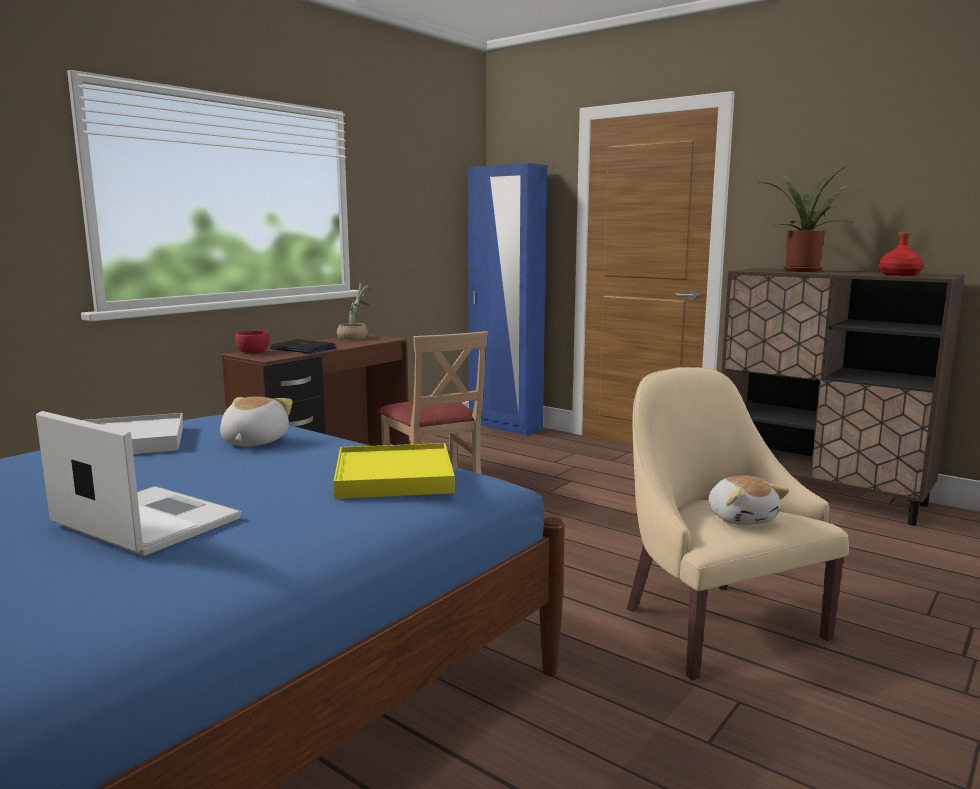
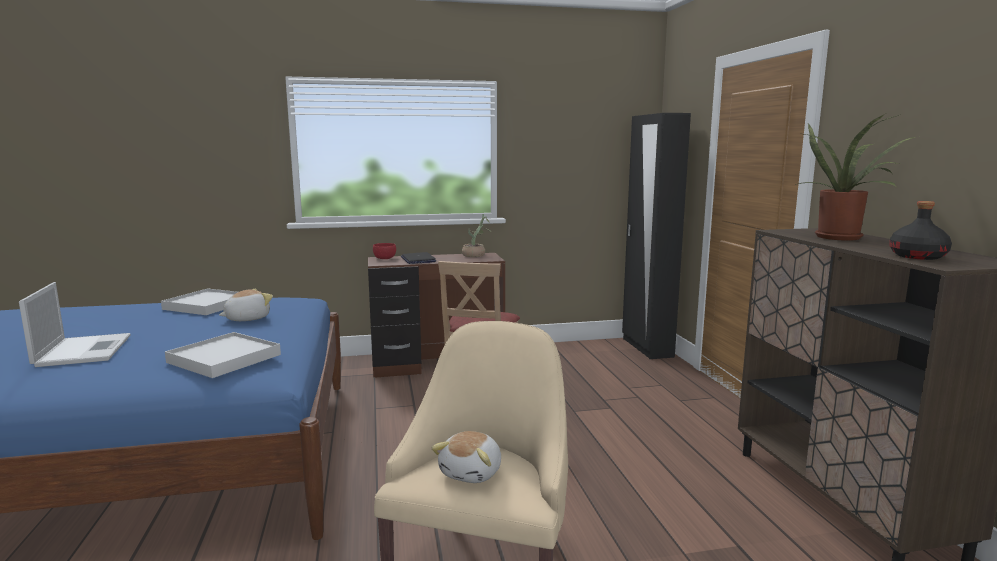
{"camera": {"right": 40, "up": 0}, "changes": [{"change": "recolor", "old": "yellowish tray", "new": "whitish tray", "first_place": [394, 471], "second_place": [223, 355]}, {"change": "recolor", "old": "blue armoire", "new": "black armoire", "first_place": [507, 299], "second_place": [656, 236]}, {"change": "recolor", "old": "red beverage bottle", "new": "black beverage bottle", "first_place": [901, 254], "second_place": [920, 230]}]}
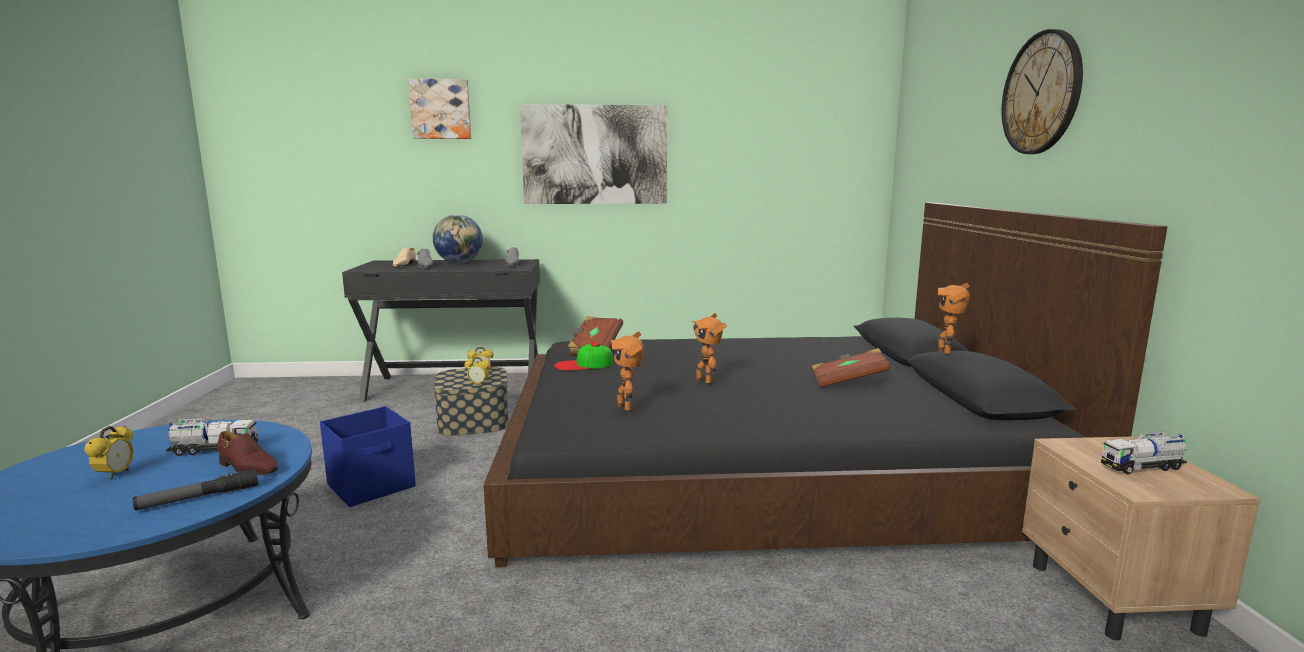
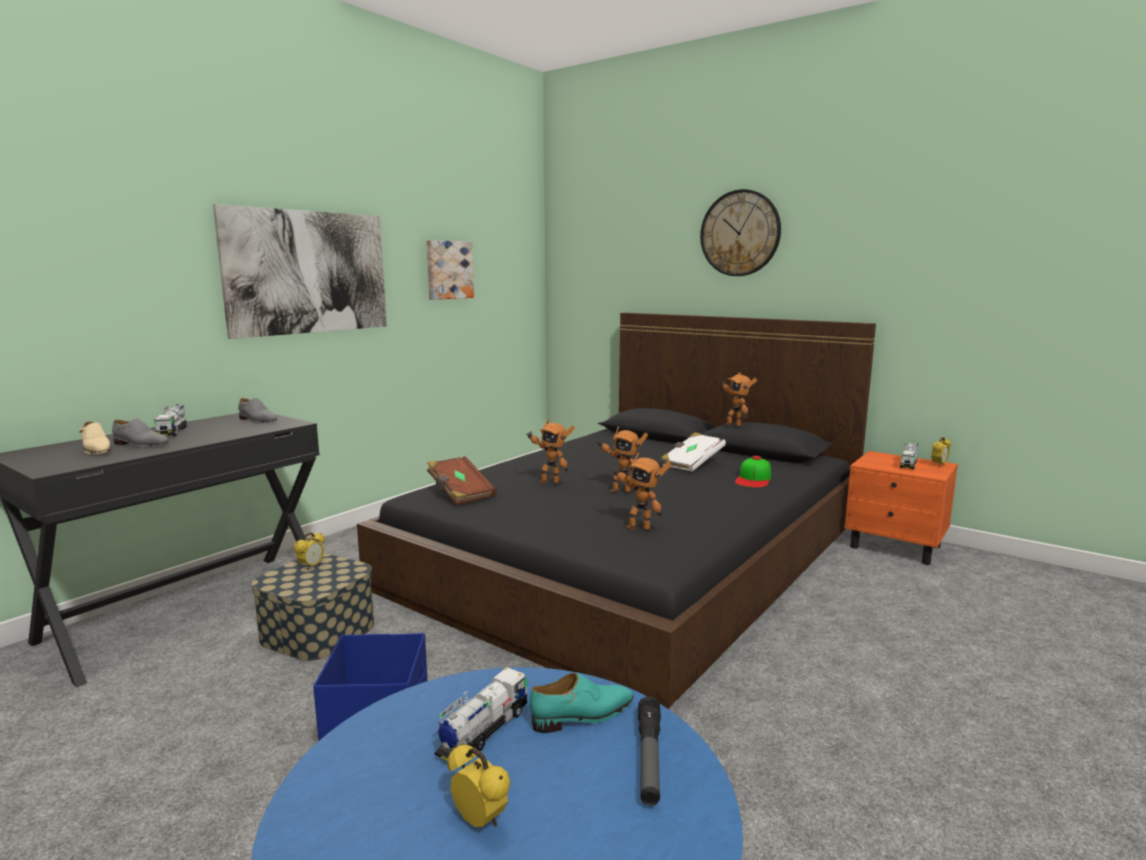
{"camera": {"right": -50, "up": 0}, "changes": [{"change": "recolor", "old": "brownish item of footwear", "new": "blue-green item of footwear", "first_place": [247, 453], "second_place": [582, 703]}, {"change": "move", "old": "wall picture", "first_place": [439, 109], "second_place": [450, 270]}, {"change": "replace", "old": "desk globe", "new": "model truck", "first_place": [458, 239], "second_place": [170, 420]}, {"change": "move", "old": "table clock", "first_place": [477, 371], "second_place": [941, 452]}, {"change": "move", "old": "peaked cap", "first_place": [583, 356], "second_place": [753, 472]}, {"change": "recolor", "old": "brownish bound book", "new": "whitish bound book", "first_place": [851, 367], "second_place": [693, 452]}, {"change": "recolor", "old": "beige nightstand", "new": "orange-coloured nightstand", "first_place": [1141, 538], "second_place": [901, 508]}, {"change": "insert", "new": "toy robot", "second_place": [550, 451]}]}
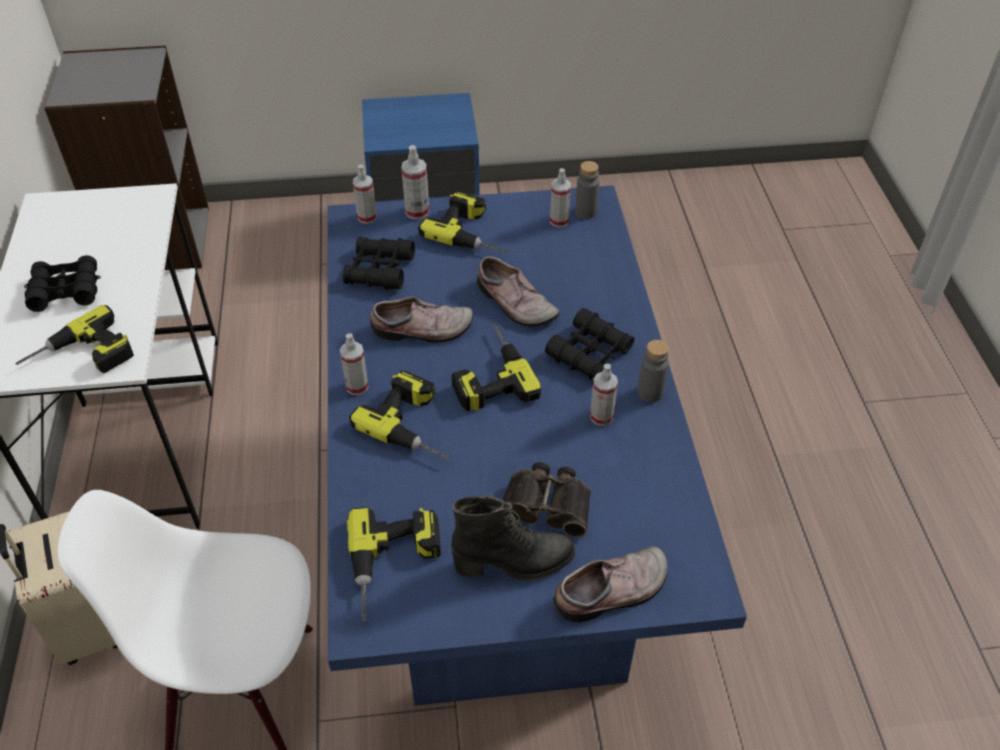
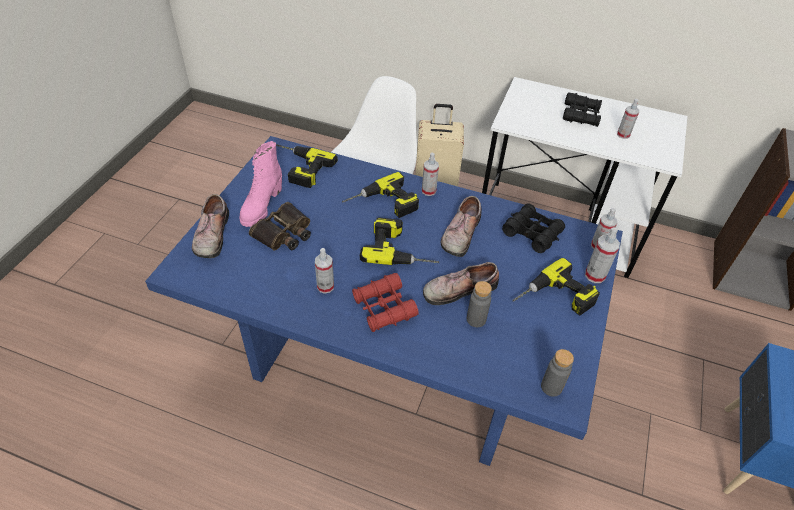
{"camera": {"right": 115, "up": 0}, "changes": [{"change": "delete", "old": "power drill", "first_place": [75, 339]}, {"change": "recolor", "old": "black tall boot", "new": "pinkish tall boot", "first_place": [513, 537], "second_place": [260, 184]}, {"change": "recolor", "old": "black binoculars", "new": "red binoculars", "first_place": [589, 344], "second_place": [385, 302]}, {"change": "move", "old": "spray bottle", "first_place": [560, 198], "second_place": [628, 119]}, {"change": "move", "old": "gray beverage bottle", "first_place": [653, 371], "second_place": [479, 304]}]}
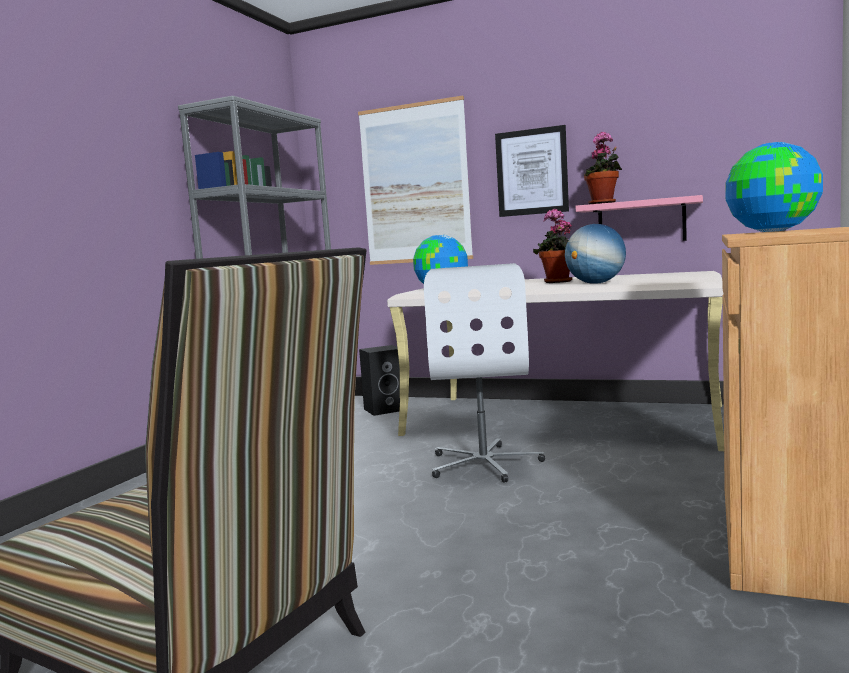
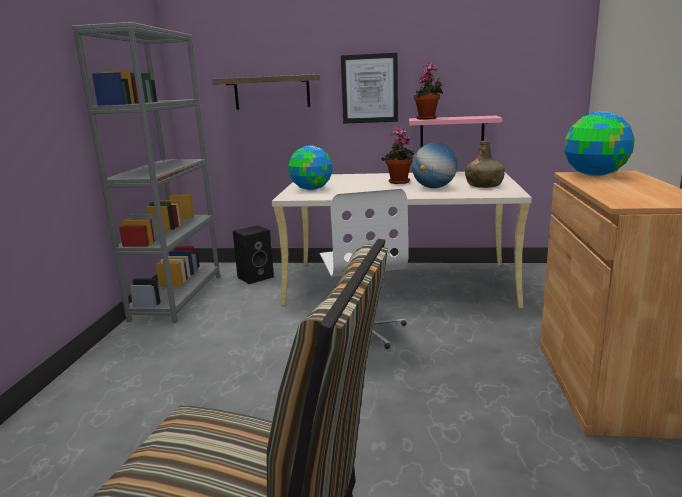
{"camera": {"right": -15, "up": 10}, "changes": [{"change": "replace", "old": "wall picture", "new": "wall shelf", "first_place": [415, 180], "second_place": [266, 92]}, {"change": "insert", "new": "green-coloured beverage bottle", "second_place": [485, 164]}]}
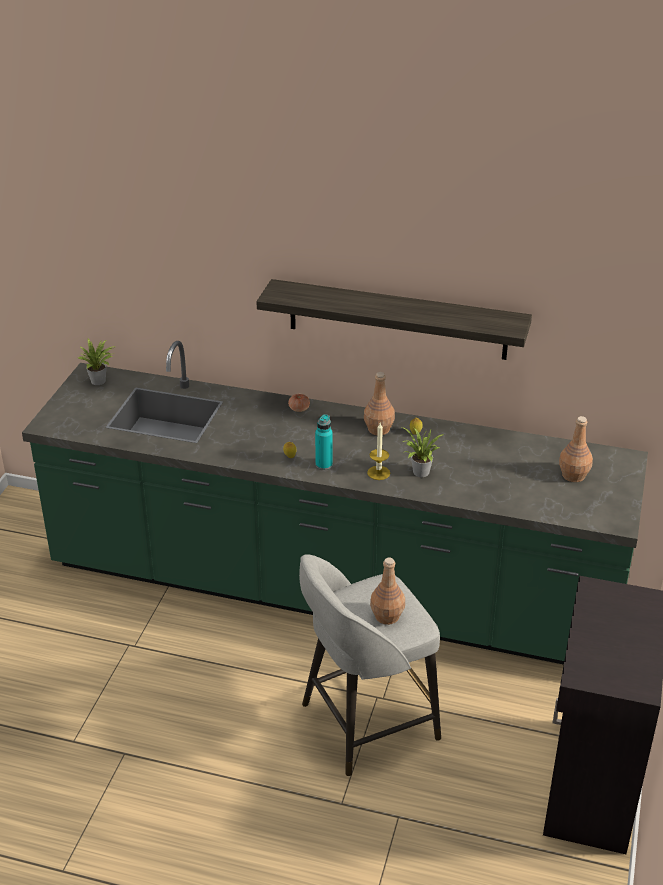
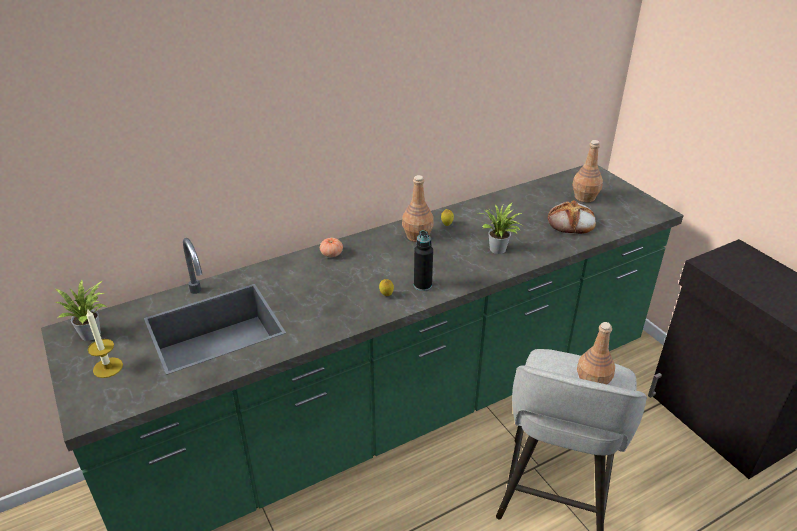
{"camera": {"right": -45, "up": 0}, "changes": [{"change": "delete", "old": "wall shelf", "first_place": [394, 319]}, {"change": "recolor", "old": "blue-green beverage bottle", "new": "black beverage bottle", "first_place": [324, 442], "second_place": [423, 260]}, {"change": "move", "old": "wax candle", "first_place": [378, 451], "second_place": [104, 343]}, {"change": "insert", "new": "baked bread", "second_place": [572, 217]}]}
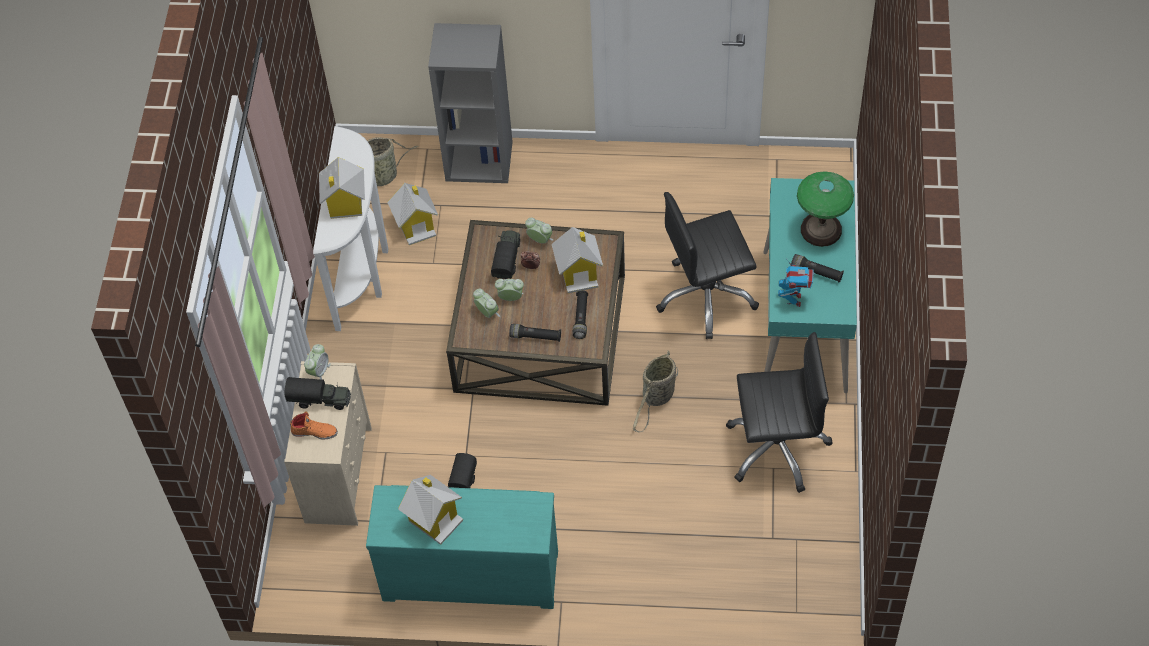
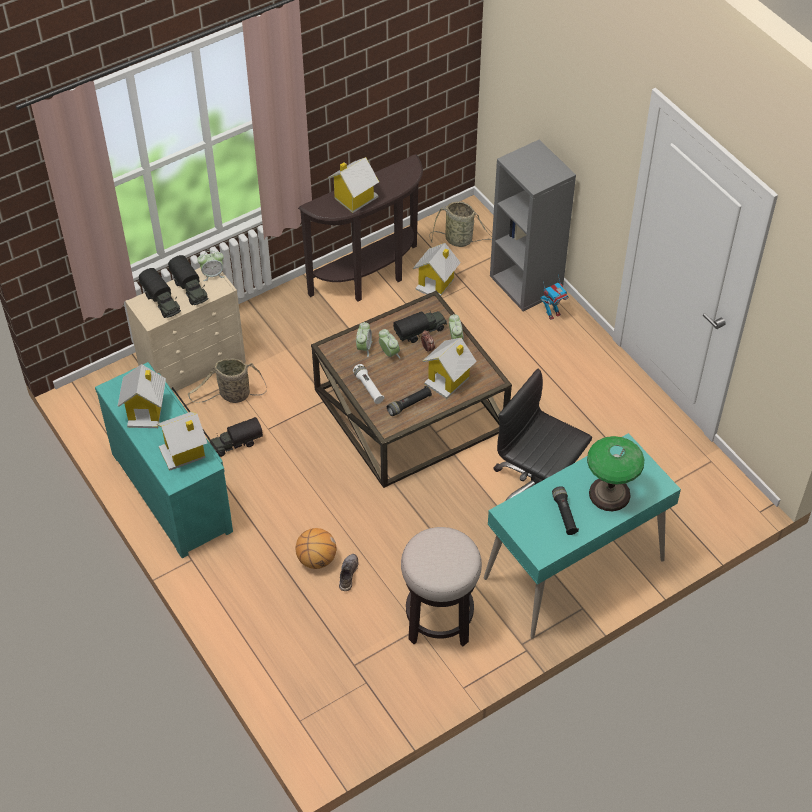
{"camera": {"right": 50, "up": -5}, "changes": [{"change": "replace", "old": "orange-coloured item of footwear", "new": "model truck", "first_place": [314, 425], "second_place": [160, 293]}, {"change": "recolor", "old": "whitish hall table", "new": "brownish hall table", "first_place": [350, 228], "second_place": [360, 227]}, {"change": "recolor", "old": "black torch", "new": "whitish torch", "first_place": [535, 333], "second_place": [369, 384]}, {"change": "move", "old": "household basket", "first_place": [655, 391], "second_place": [227, 380]}, {"change": "replace", "old": "black computer chair", "new": "sitting stool", "first_place": [779, 412], "second_place": [441, 586]}, {"change": "move", "old": "toy robot", "first_place": [796, 283], "second_place": [555, 297]}, {"change": "insert", "new": "toy house", "second_place": [182, 441]}, {"change": "insert", "new": "basketball", "second_place": [316, 548]}, {"change": "insert", "new": "gray item of footwear", "second_place": [348, 572]}]}
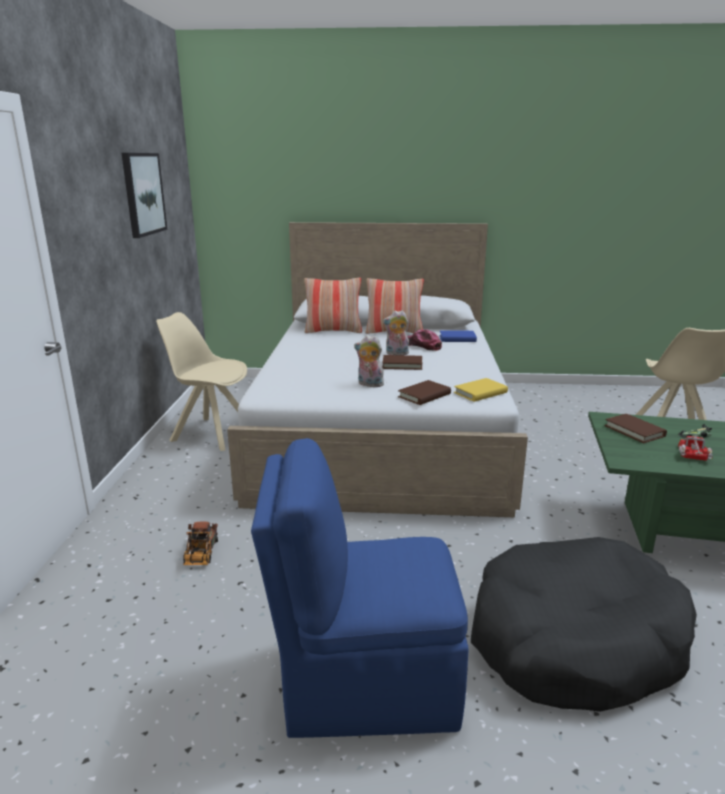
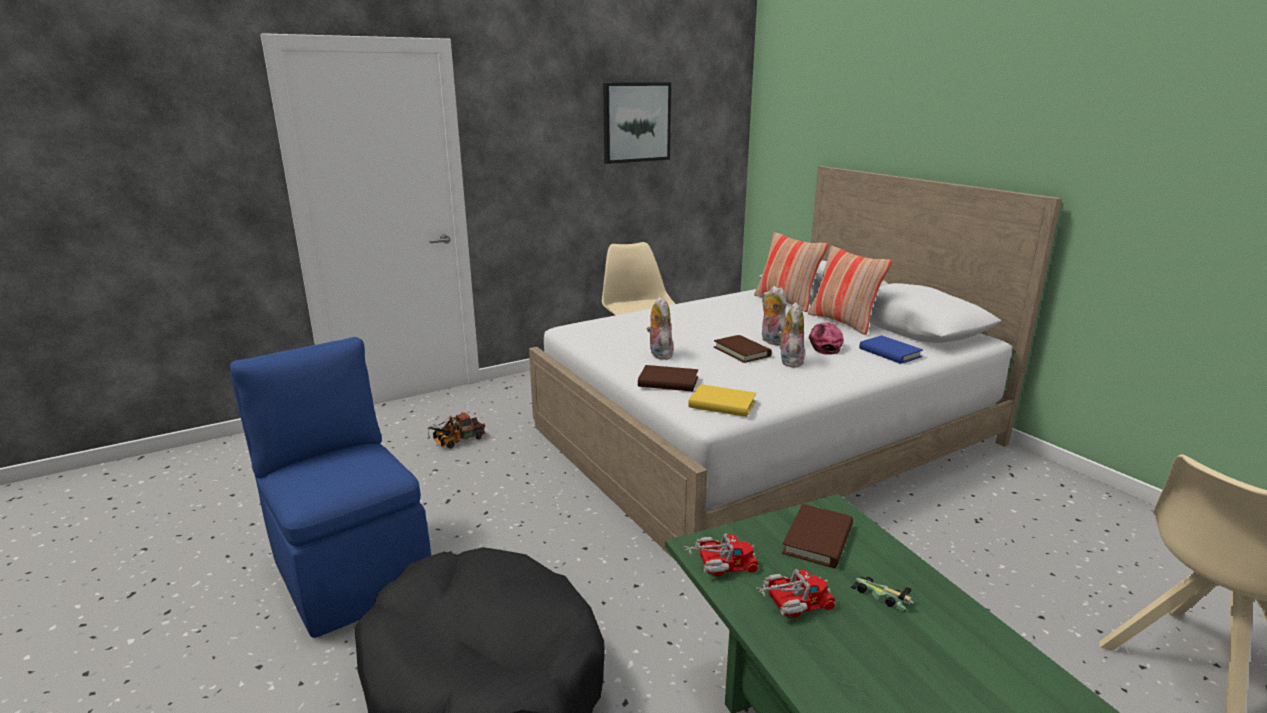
{"camera": {"right": 55, "up": 0}, "changes": [{"change": "insert", "new": "model truck", "second_place": [721, 554]}, {"change": "insert", "new": "plush toy", "second_place": [791, 335]}]}
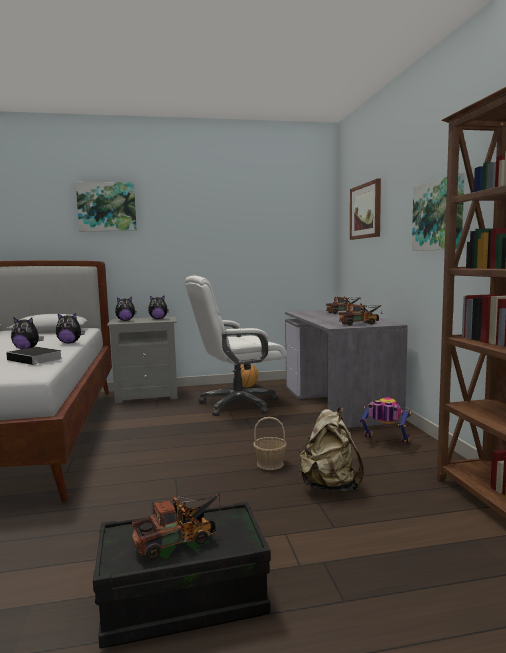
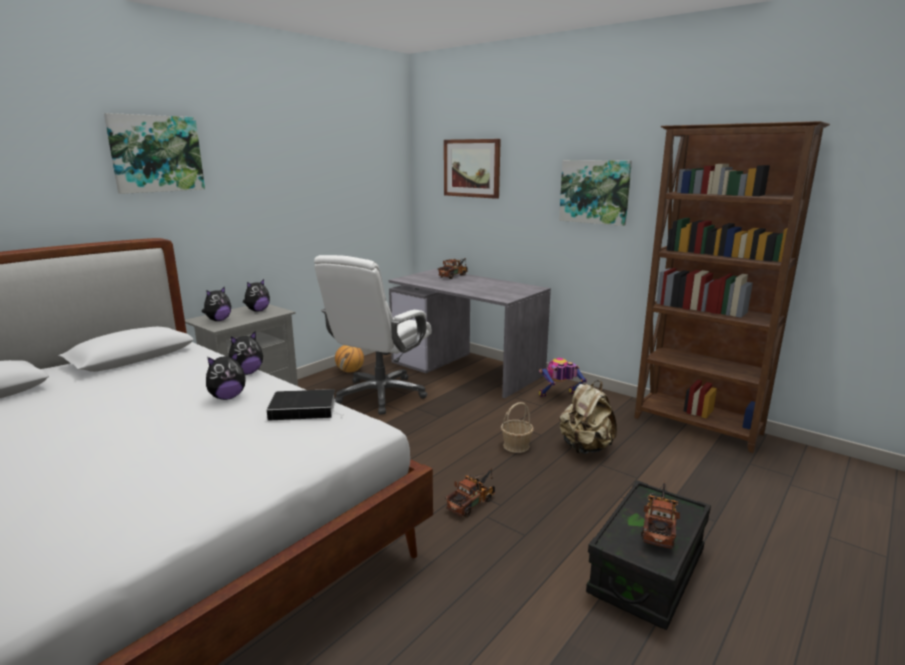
{"camera": {"right": -40, "up": 10}, "changes": [{"change": "move", "old": "model truck", "first_place": [360, 315], "second_place": [470, 492]}]}
